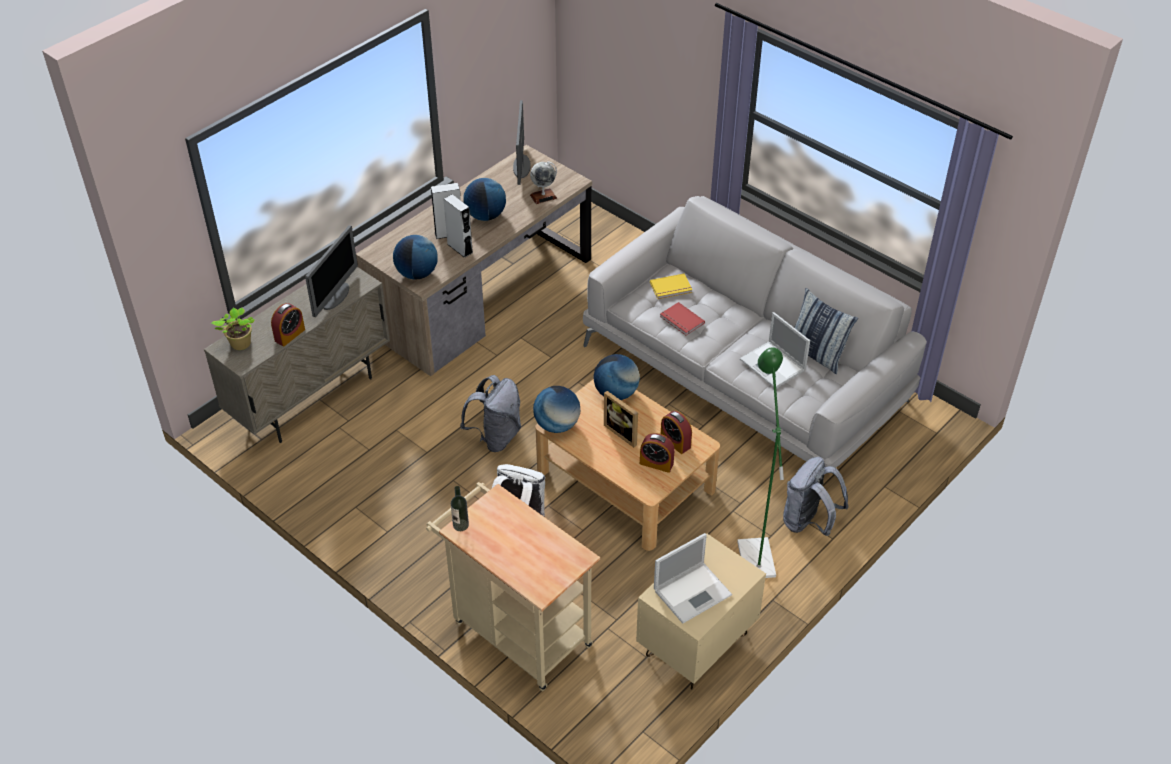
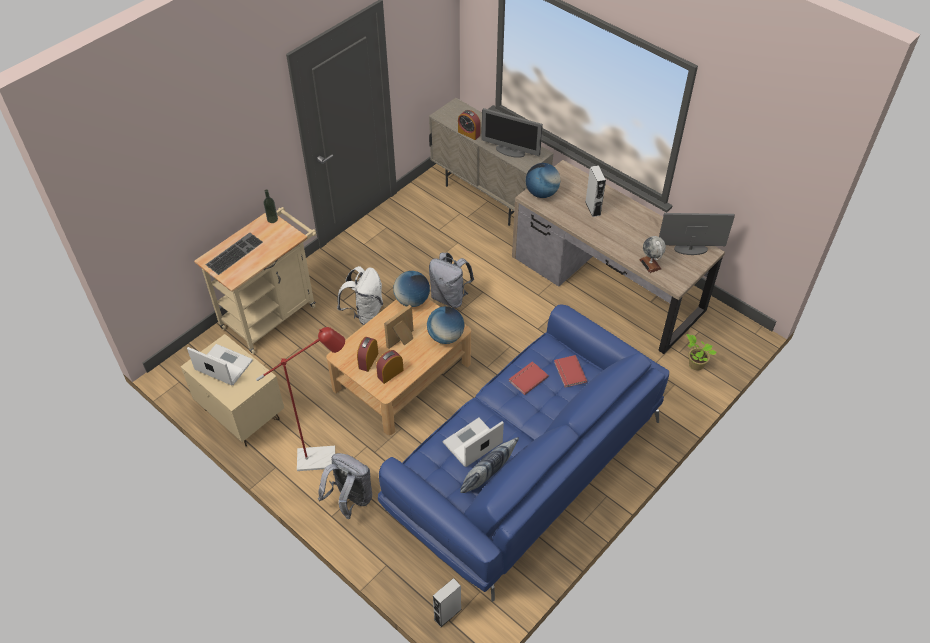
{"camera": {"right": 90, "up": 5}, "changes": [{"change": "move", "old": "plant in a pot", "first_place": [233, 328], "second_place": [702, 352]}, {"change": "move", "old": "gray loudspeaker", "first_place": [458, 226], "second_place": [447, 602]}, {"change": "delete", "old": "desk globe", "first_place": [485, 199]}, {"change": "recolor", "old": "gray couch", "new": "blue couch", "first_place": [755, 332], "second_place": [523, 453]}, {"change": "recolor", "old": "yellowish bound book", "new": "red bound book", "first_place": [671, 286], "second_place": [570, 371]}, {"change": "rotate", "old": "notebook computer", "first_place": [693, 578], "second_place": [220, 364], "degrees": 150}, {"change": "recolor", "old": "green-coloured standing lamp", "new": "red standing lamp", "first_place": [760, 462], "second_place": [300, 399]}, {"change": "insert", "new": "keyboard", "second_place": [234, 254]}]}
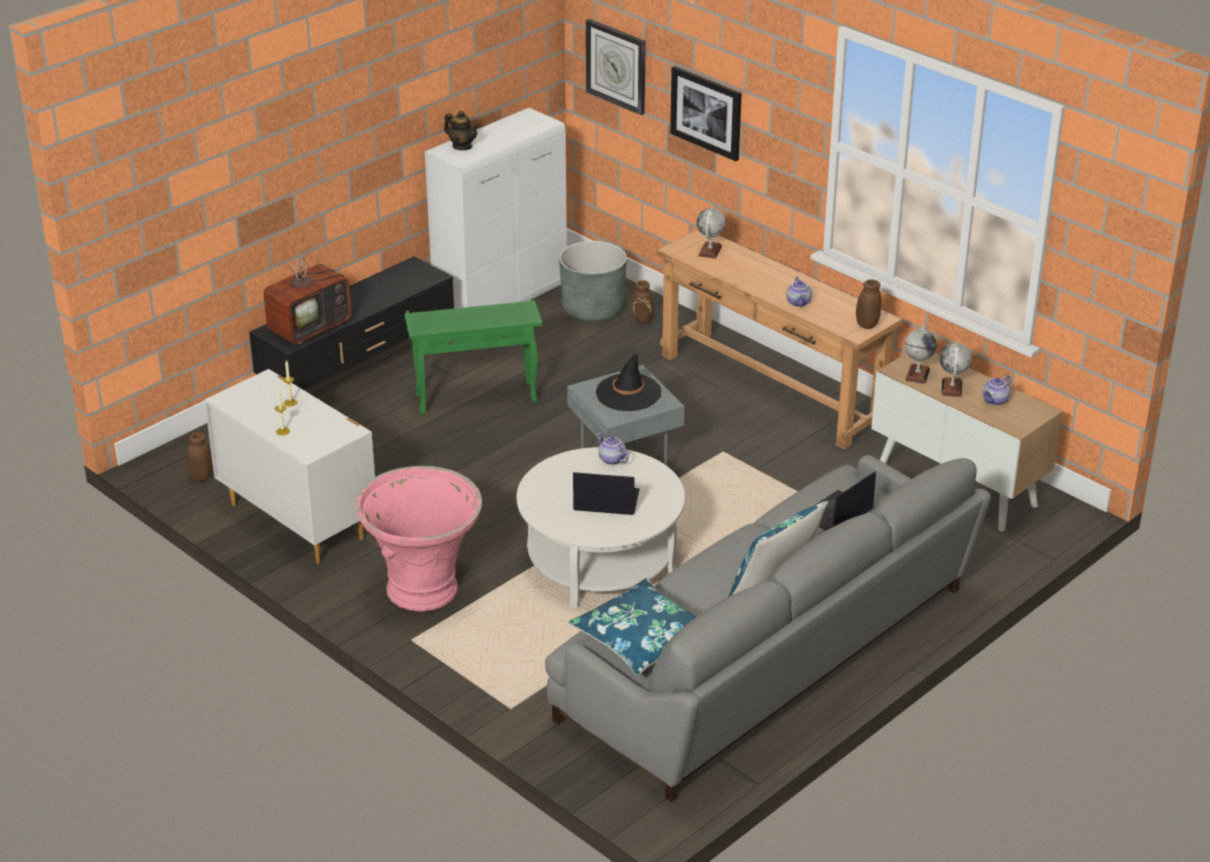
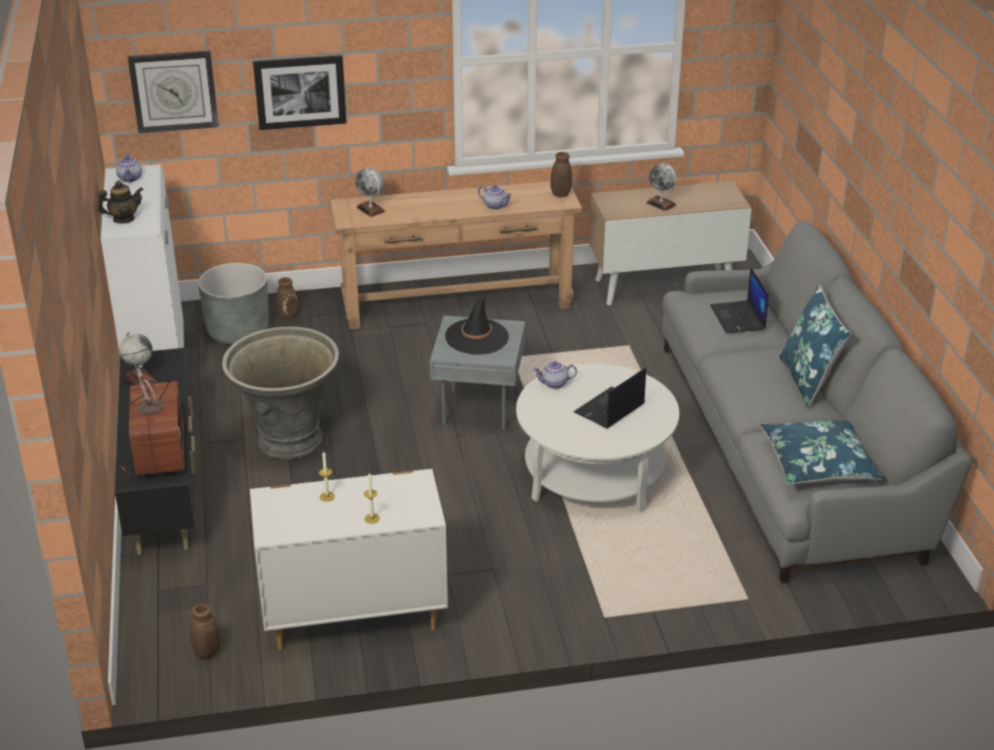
{"camera": {"right": -55, "up": 0}, "changes": [{"change": "delete", "old": "pinkish plant pot", "first_place": [419, 539]}, {"change": "replace", "old": "green-coloured end table", "new": "gray plant pot", "first_place": [473, 357], "second_place": [280, 393]}, {"change": "move", "old": "desk globe", "first_place": [921, 355], "second_place": [138, 358]}, {"change": "move", "old": "teapot", "first_place": [997, 390], "second_place": [129, 168]}]}
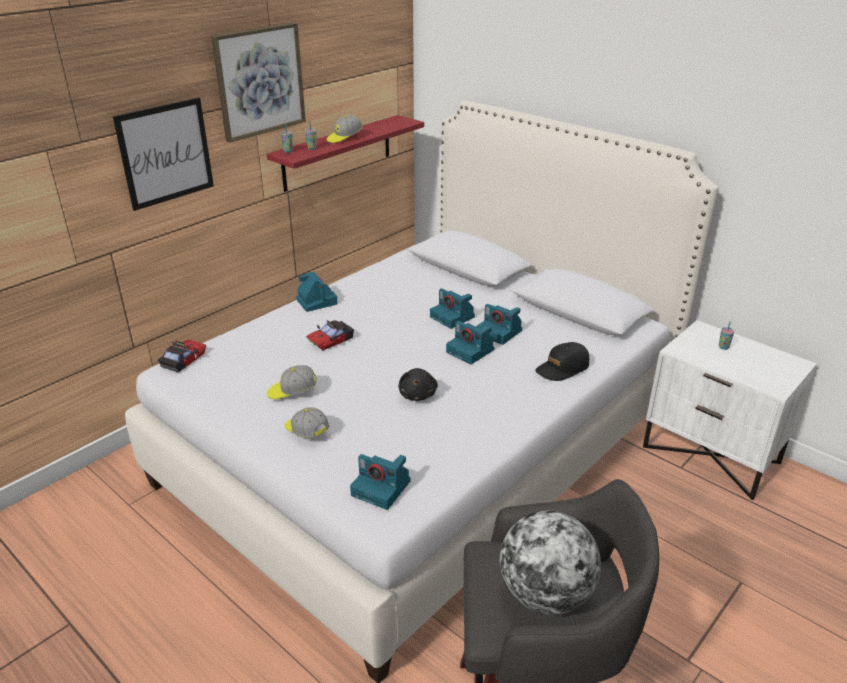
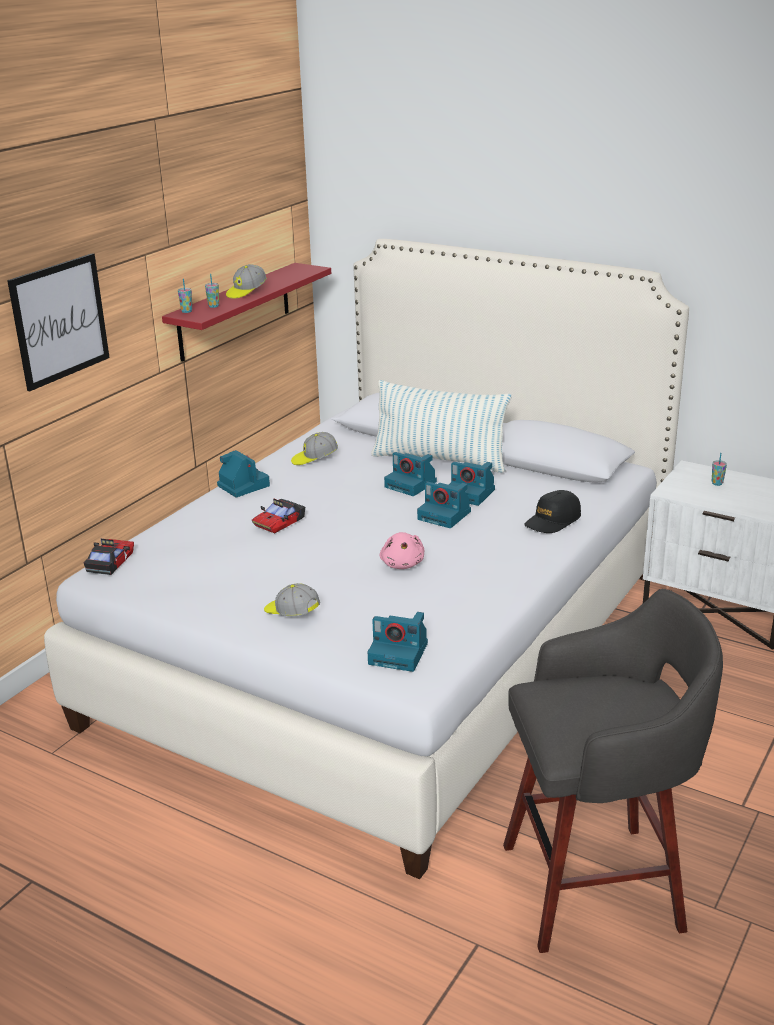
{"camera": {"right": -10, "up": -5}, "changes": [{"change": "delete", "old": "wall picture", "first_place": [258, 82]}, {"change": "move", "old": "peaked cap", "first_place": [292, 382], "second_place": [314, 448]}, {"change": "recolor", "old": "black plush toy", "new": "pinkish plush toy", "first_place": [418, 384], "second_place": [402, 550]}, {"change": "delete", "old": "desk globe", "first_place": [550, 562]}, {"change": "insert", "new": "pillow", "second_place": [441, 426]}]}
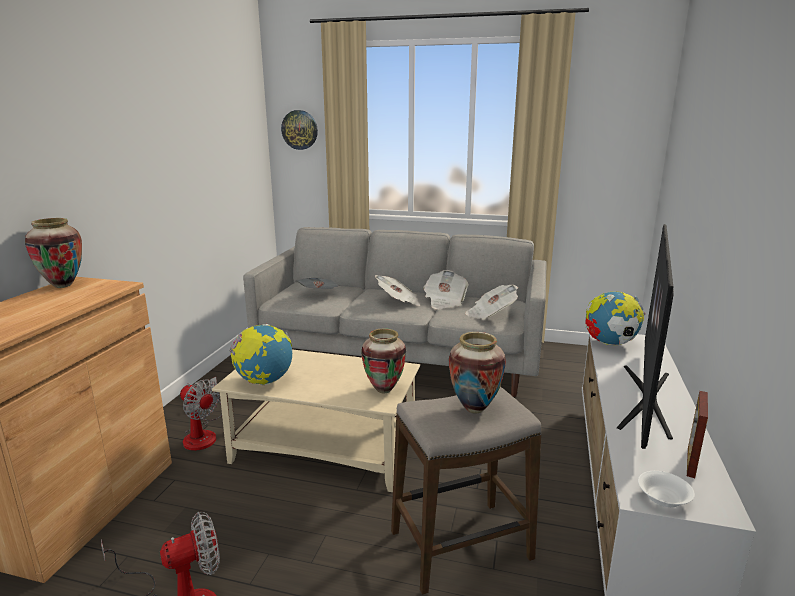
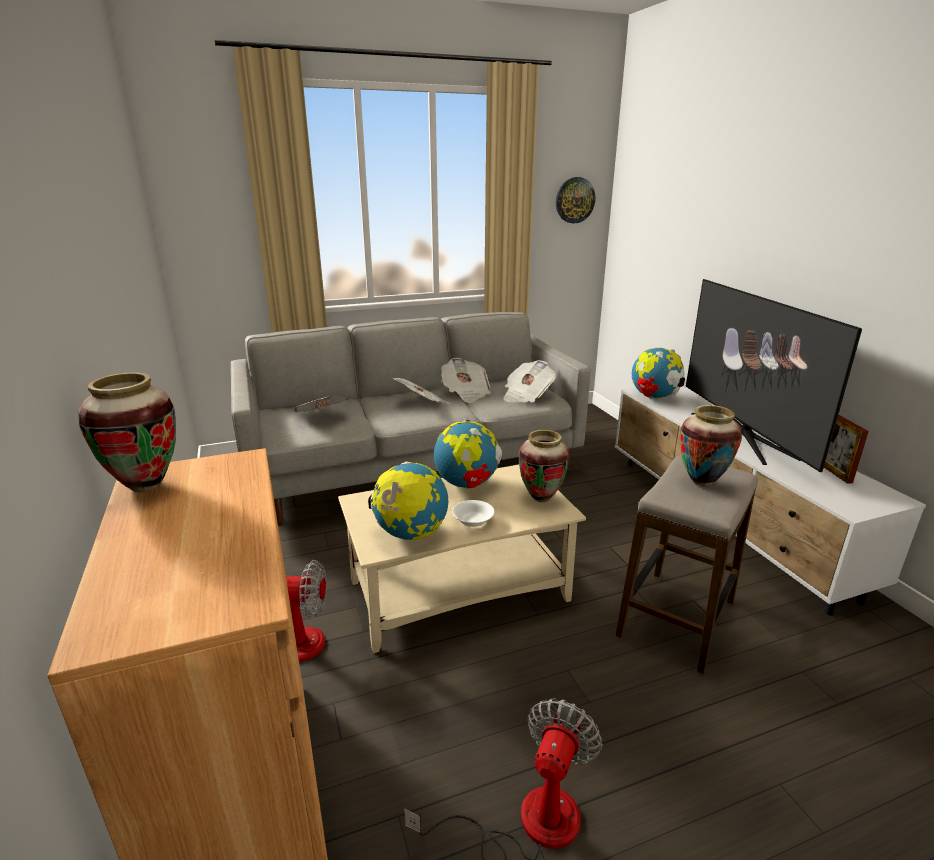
{"camera": {"right": -35, "up": 5}, "changes": [{"change": "move", "old": "wall clock", "first_place": [299, 130], "second_place": [575, 200]}, {"change": "move", "old": "whitish serving bowl", "first_place": [666, 489], "second_place": [473, 513]}, {"change": "insert", "new": "desk globe", "second_place": [468, 453]}]}
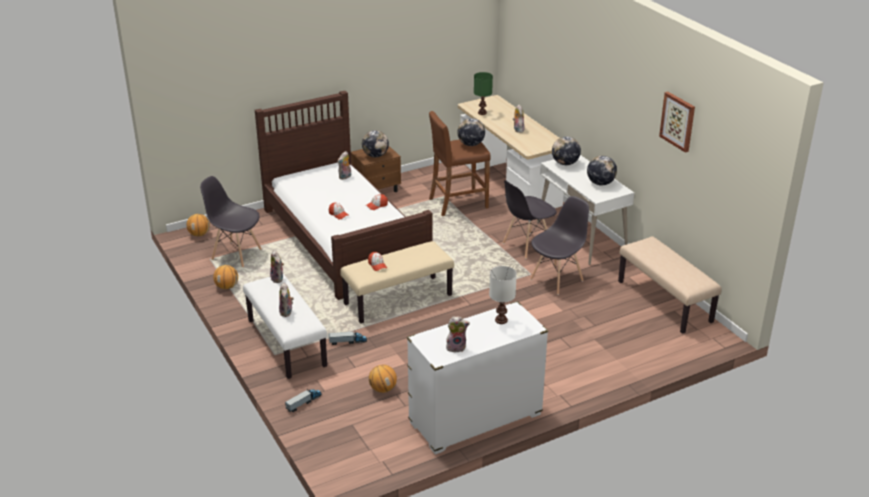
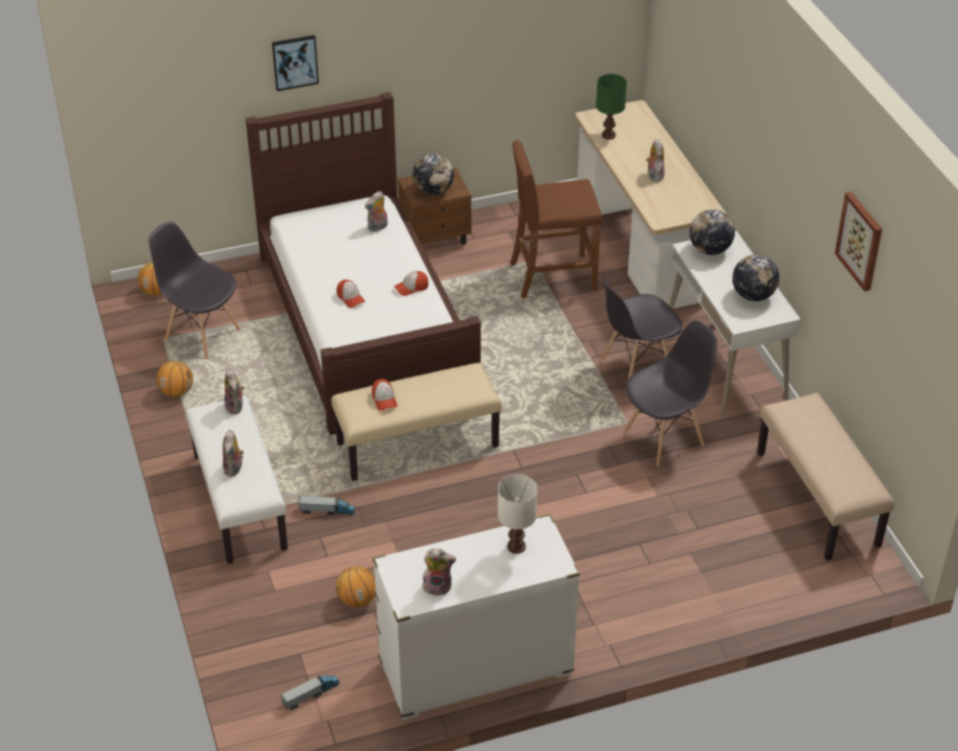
{"camera": {"right": 10, "up": 10}, "changes": [{"change": "move", "old": "model truck", "first_place": [303, 400], "second_place": [310, 692]}, {"change": "delete", "old": "desk globe", "first_place": [471, 132]}, {"change": "insert", "new": "wall picture", "second_place": [295, 63]}]}
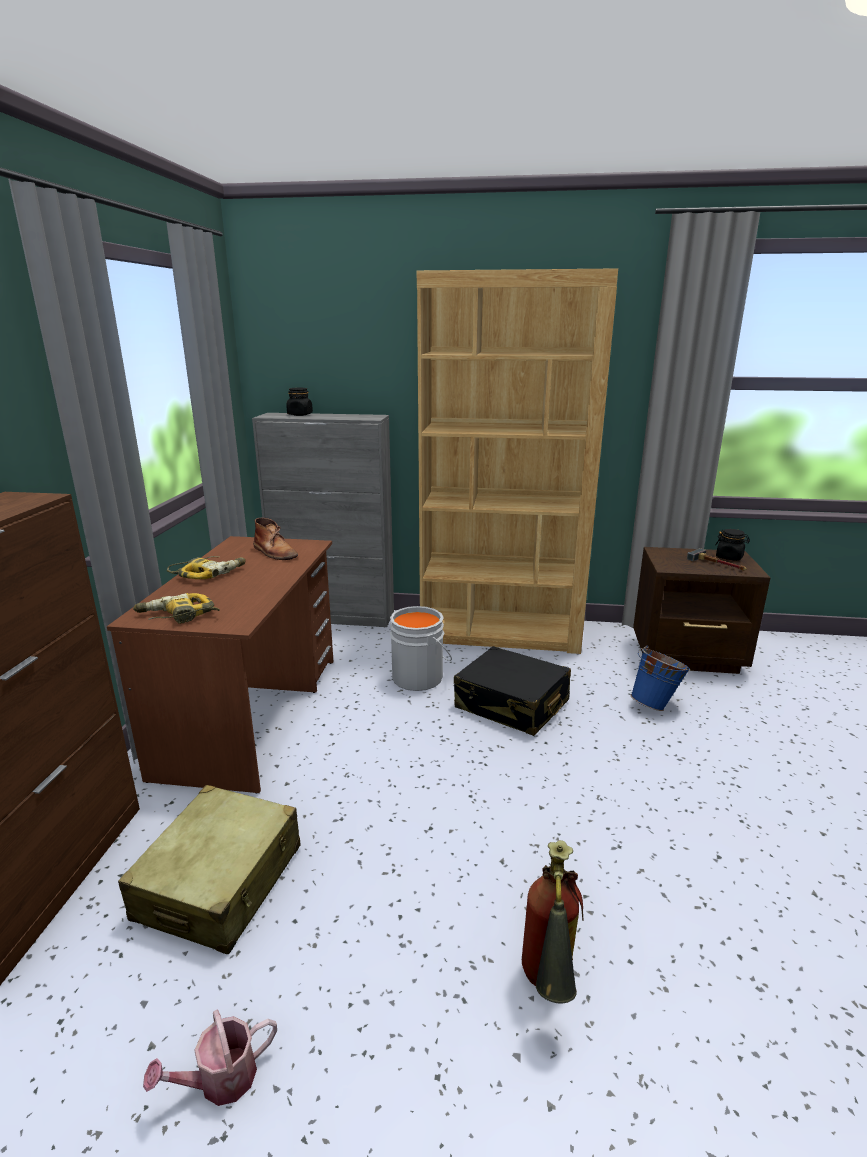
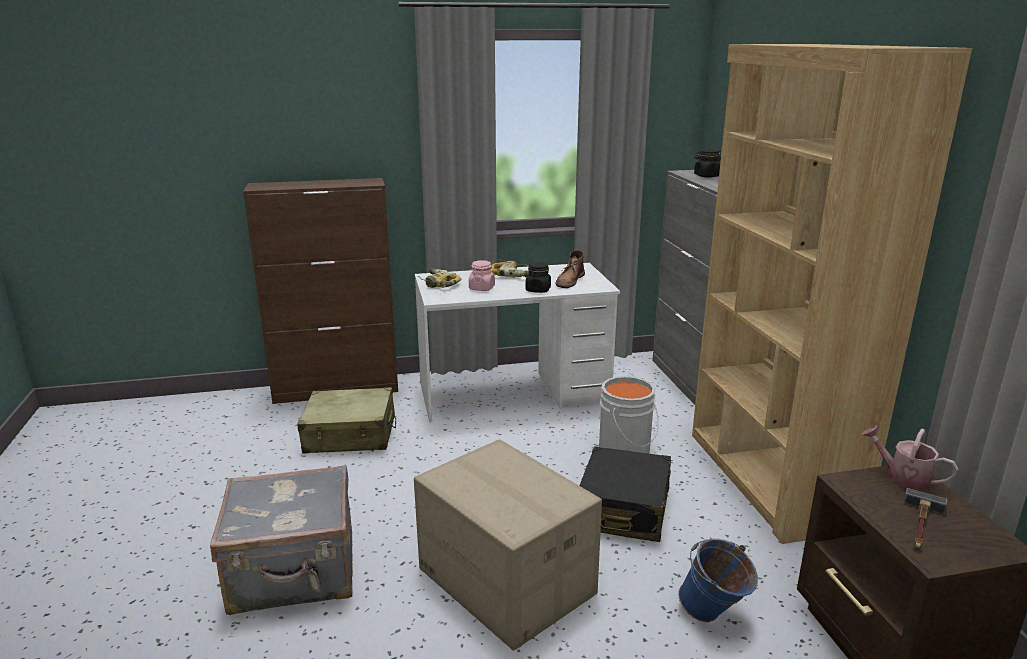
{"camera": {"right": 70, "up": 0}, "changes": [{"change": "recolor", "old": "brownish desk", "new": "whitish desk", "first_place": [220, 665], "second_place": [517, 343]}, {"change": "move", "old": "sprinkling can", "first_place": [210, 1058], "second_place": [910, 458]}, {"change": "replace", "old": "fire-fighting cylinder", "new": "gray piece of luggage", "first_place": [553, 921], "second_place": [281, 540]}, {"change": "move", "old": "black storage jar", "first_place": [732, 545], "second_place": [538, 277]}, {"change": "insert", "new": "packing box", "second_place": [508, 545]}, {"change": "insert", "new": "pinkish storage jar", "second_place": [482, 275]}]}
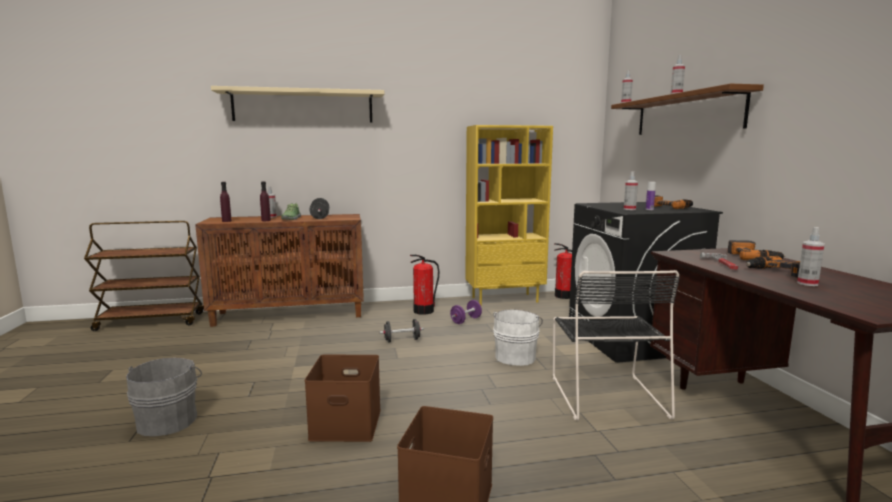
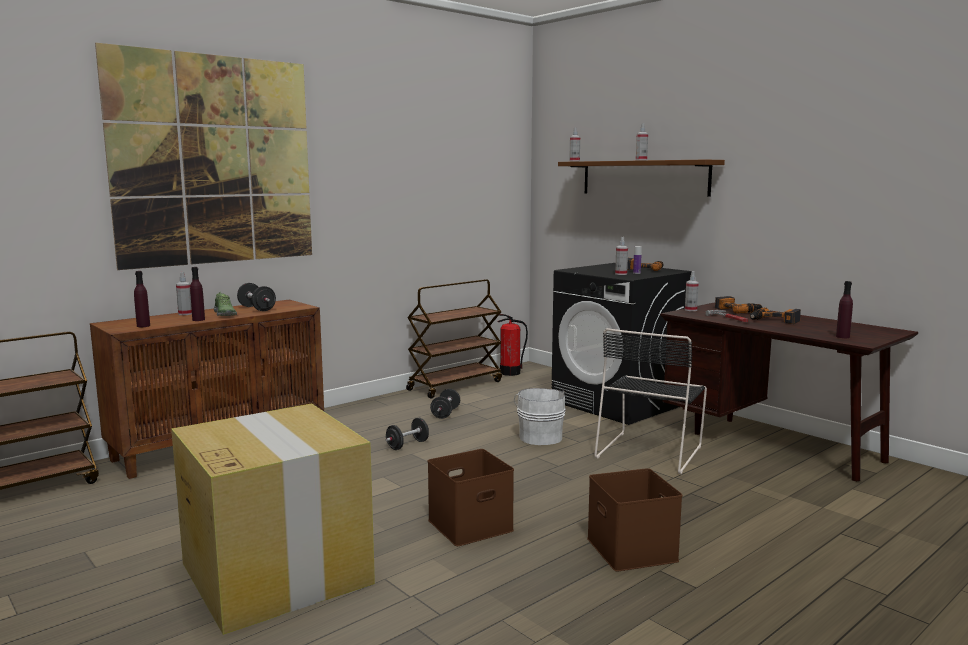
{"camera": {"right": -30, "up": 0}, "changes": [{"change": "replace", "old": "gray bucket", "new": "packing box", "first_place": [164, 397], "second_place": [273, 519]}, {"change": "replace", "old": "beige wall shelf", "new": "wall picture", "first_place": [297, 104], "second_place": [203, 156]}, {"change": "delete", "old": "fire-fighting cylinder", "first_place": [424, 285]}, {"change": "recolor", "old": "purple-coloured free weight", "new": "black free weight", "first_place": [466, 312], "second_place": [445, 404]}, {"change": "replace", "old": "yellowish bookshelf", "new": "brownish cart", "first_place": [509, 215], "second_place": [454, 339]}, {"change": "rotate", "old": "black upright chair", "first_place": [616, 345], "second_place": [650, 401], "degrees": 60}, {"change": "move", "old": "spray bottle", "first_place": [811, 256], "second_place": [692, 291]}, {"change": "insert", "new": "purple-coloured beverage bottle", "second_place": [844, 309]}]}
